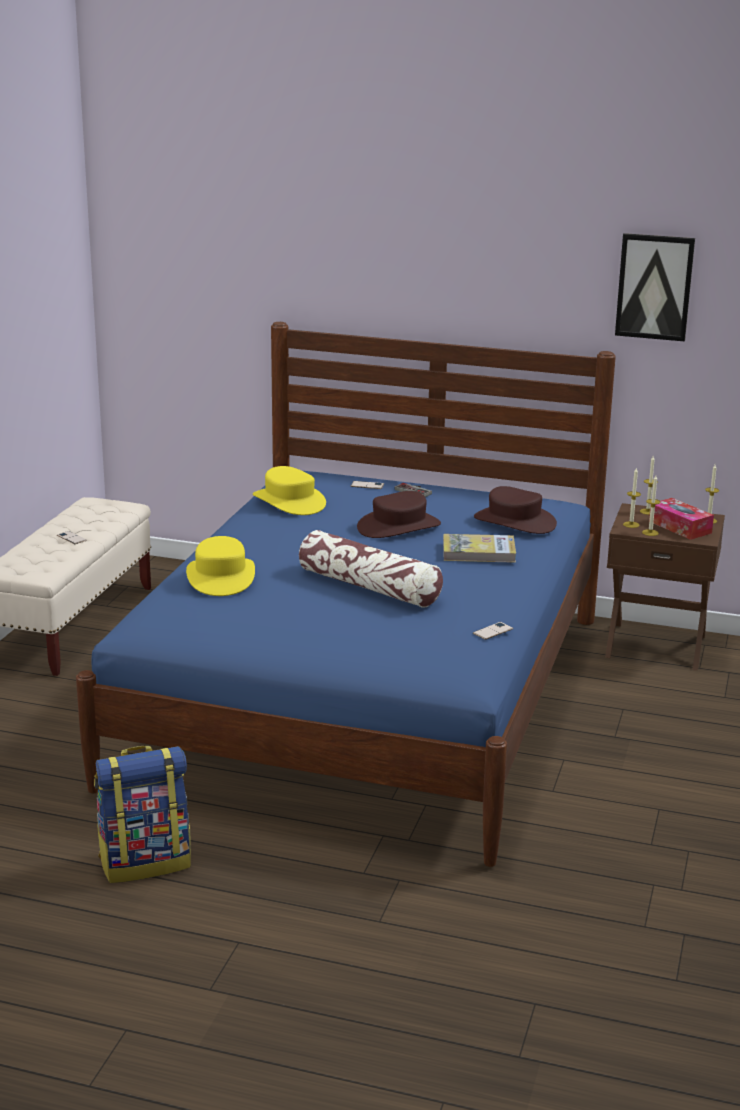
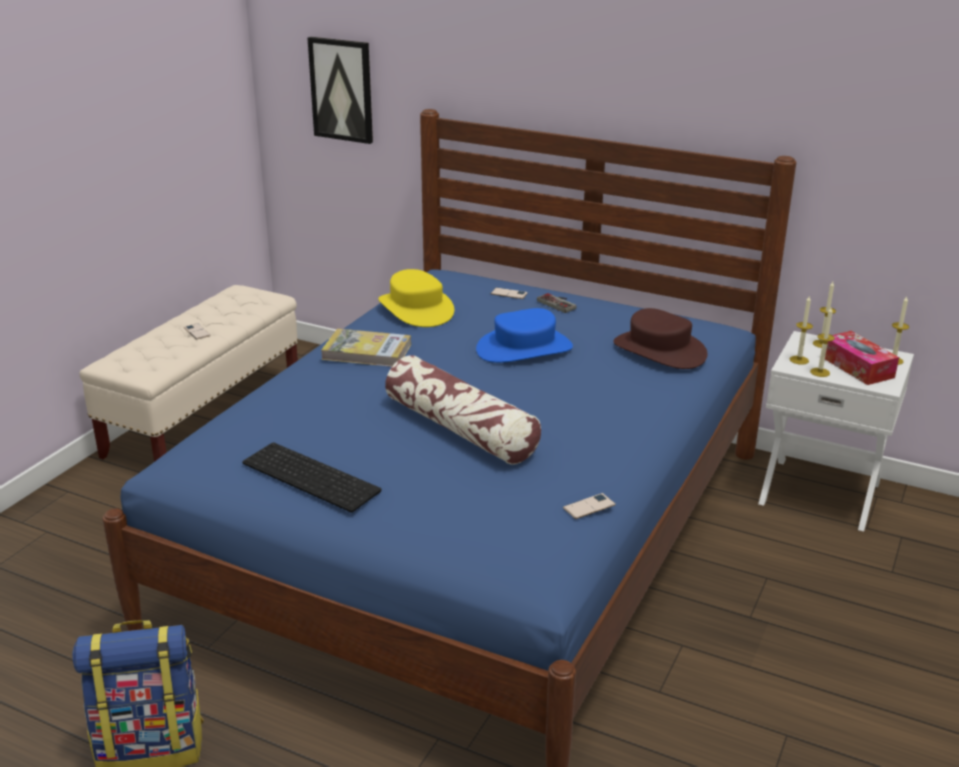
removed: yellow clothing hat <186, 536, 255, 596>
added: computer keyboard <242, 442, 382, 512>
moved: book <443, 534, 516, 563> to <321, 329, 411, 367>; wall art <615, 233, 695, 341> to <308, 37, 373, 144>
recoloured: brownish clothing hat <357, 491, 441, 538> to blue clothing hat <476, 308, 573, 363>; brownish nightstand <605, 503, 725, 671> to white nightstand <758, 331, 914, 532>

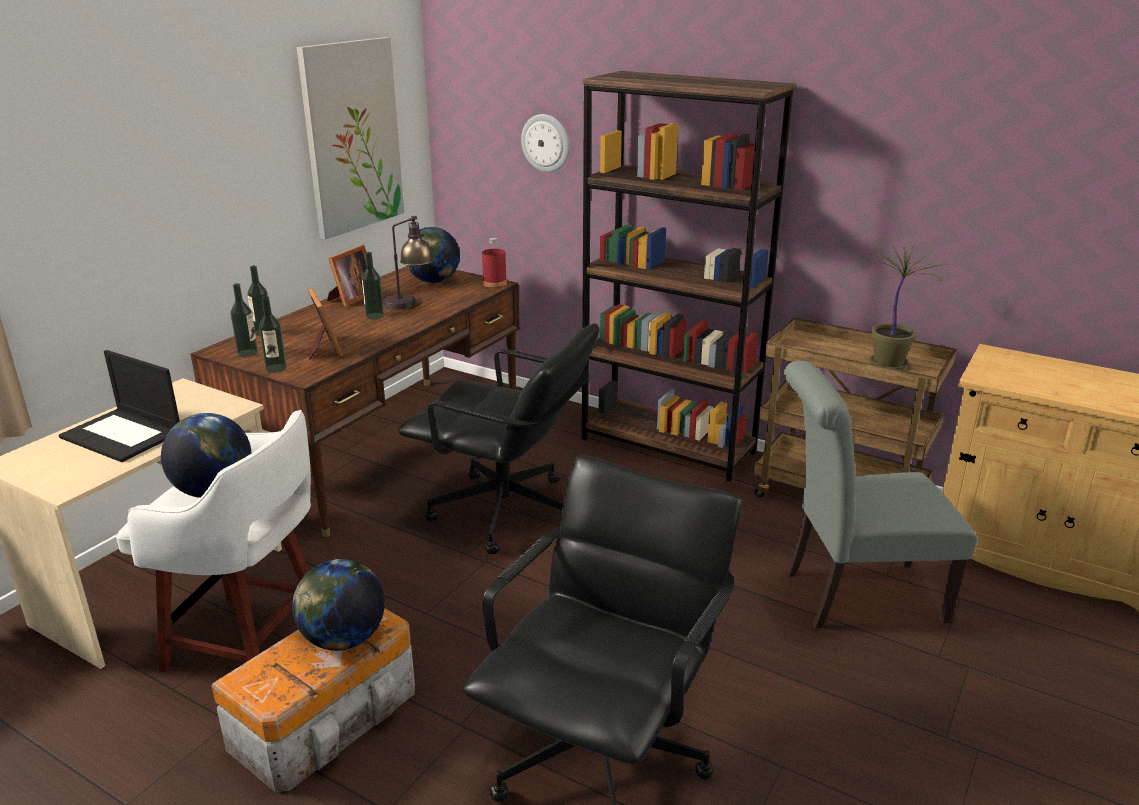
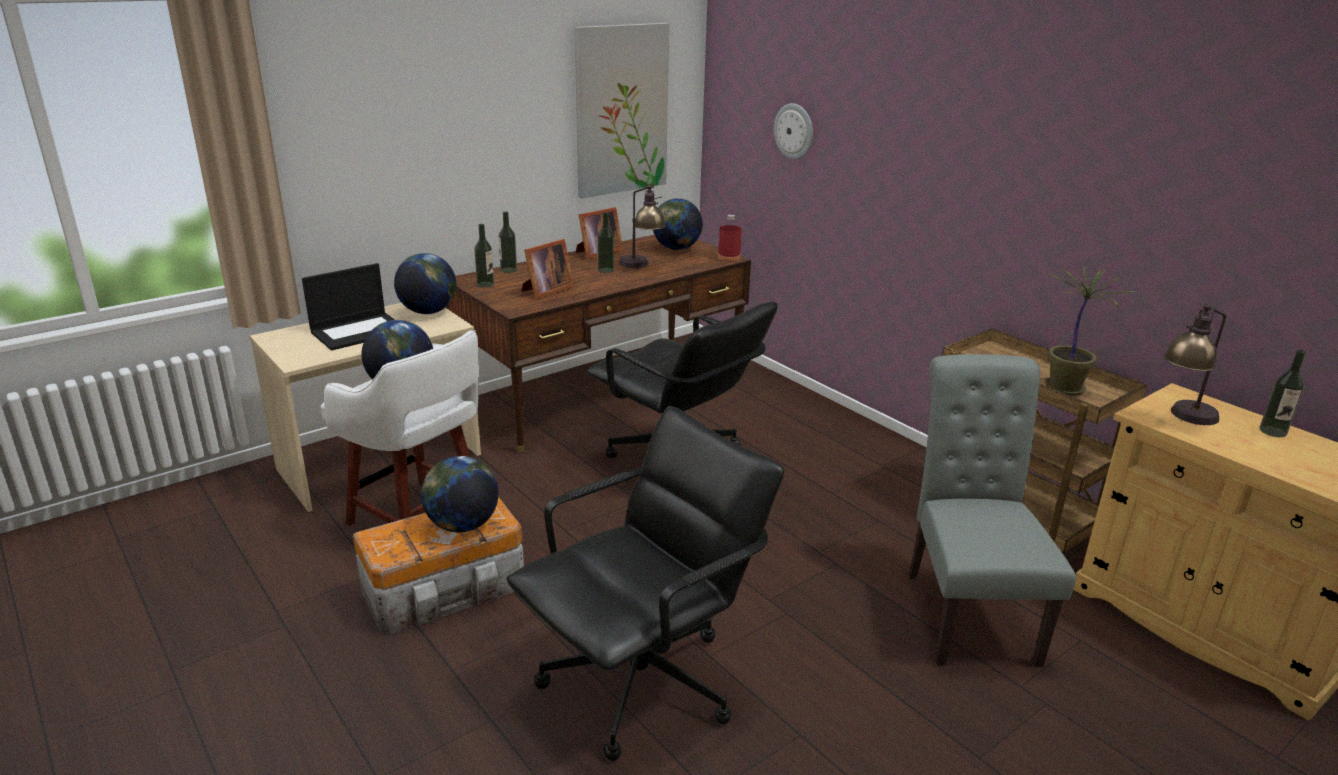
removed: brownish bookcase <582, 71, 795, 482>
added: world globe <394, 253, 457, 314>; table lamp <1164, 304, 1226, 425>
moved: drink bottle <259, 296, 287, 373> to <1260, 349, 1306, 437>
turned: portable computer <59, 350, 180, 462> = <302, 263, 395, 351> 90 degrees counterclockwise; picture frame <308, 288, 343, 360> = <522, 239, 574, 299> 45 degrees clockwise; gray upright chair <784, 361, 977, 629> = <908, 354, 1076, 667> 75 degrees clockwise

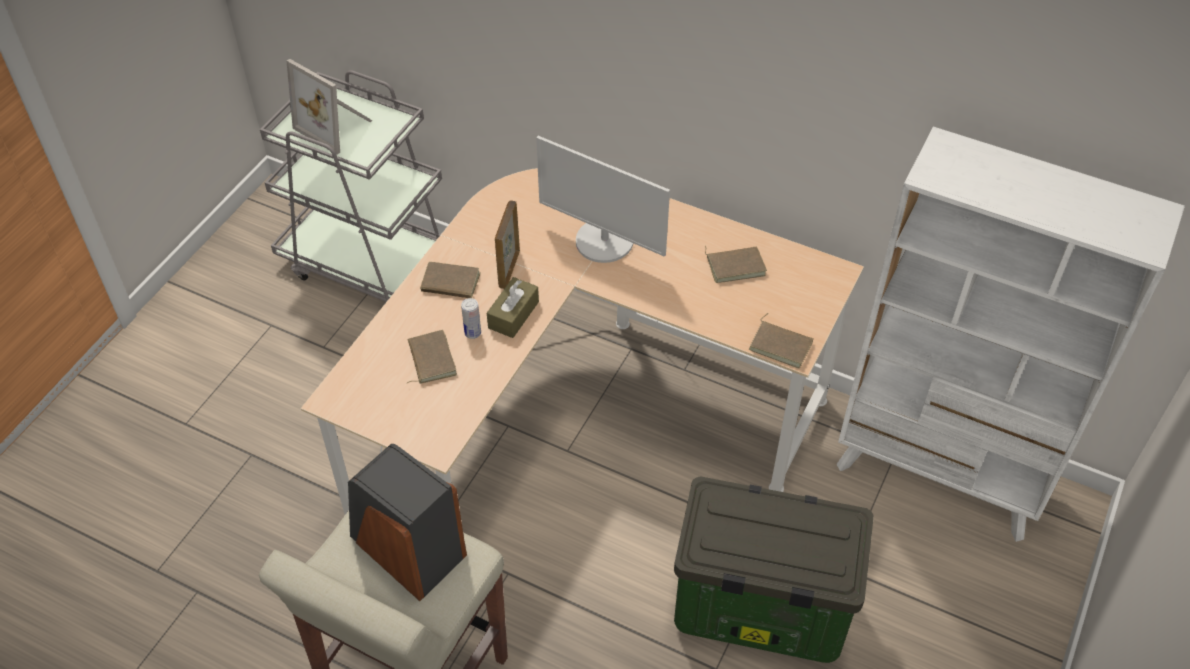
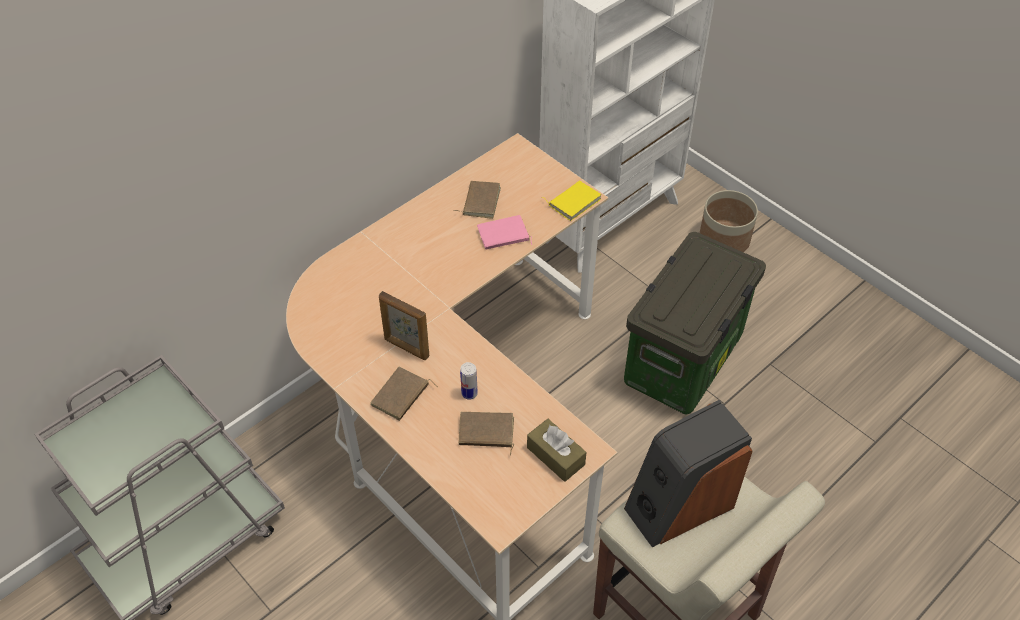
removed: picture frame <286, 59, 373, 155>; monitor <536, 136, 670, 263>
added: pink-coloured book <477, 215, 532, 250>; flower pot <700, 190, 758, 252>
moved: brownish box of tissues <487, 277, 539, 338> to <527, 419, 586, 482>
recoloured: brownish book <749, 313, 814, 368> to yellow book <542, 181, 601, 221>

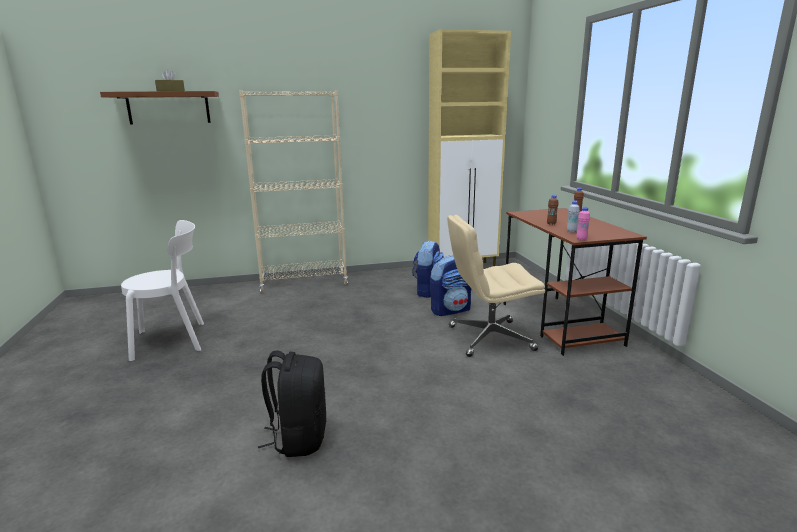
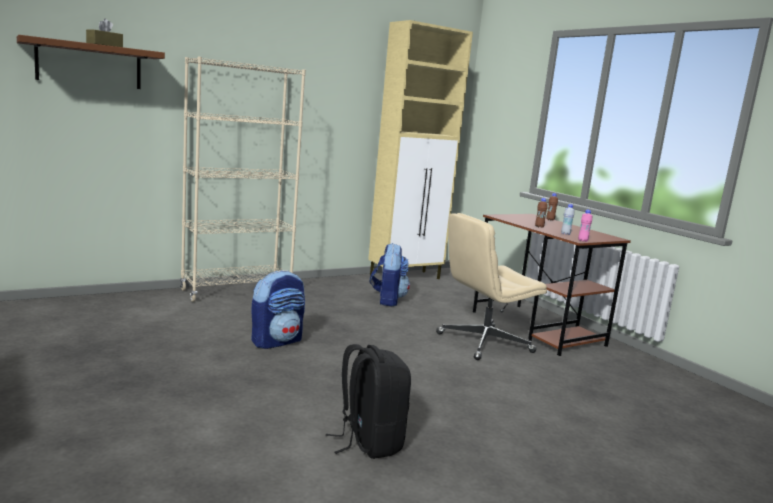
removed: white upright chair <121, 220, 204, 361>
moved: backpack <430, 255, 471, 316> to <251, 270, 305, 349>

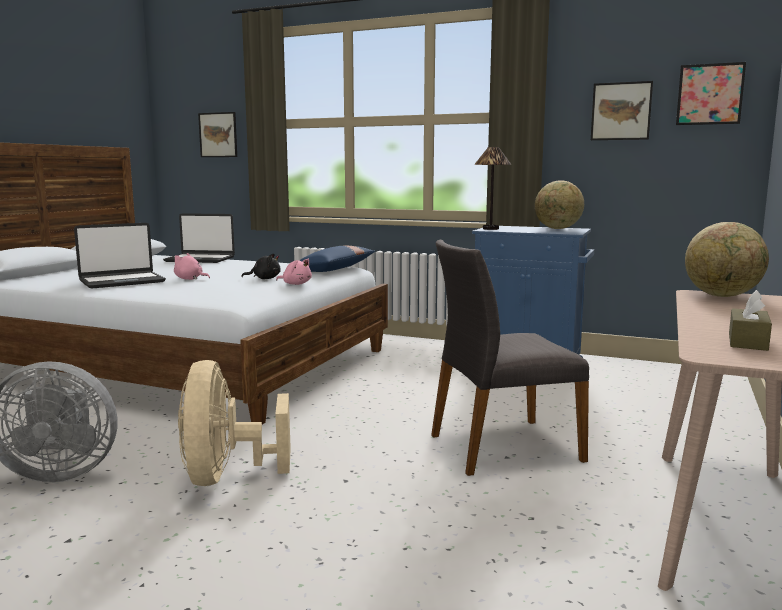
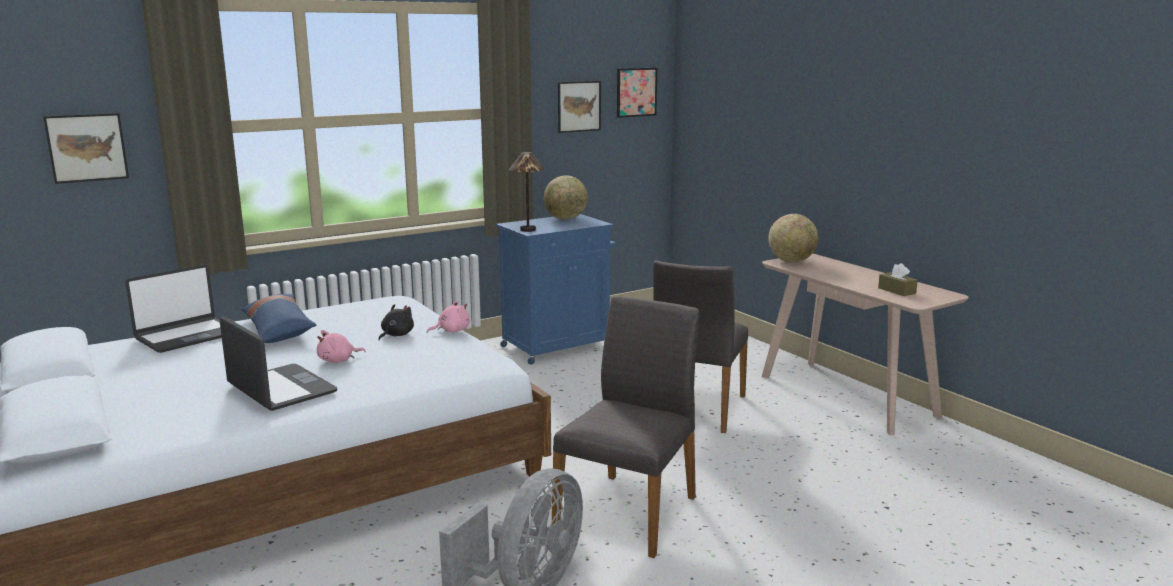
moved: blue cushion <299, 246, 375, 272> to <241, 294, 316, 343>
replaced: beige cooling fan <178, 360, 291, 486> to gray upright chair <552, 296, 699, 558>
turned: portable computer <74, 223, 166, 288> = <220, 316, 337, 411> 45 degrees counterclockwise

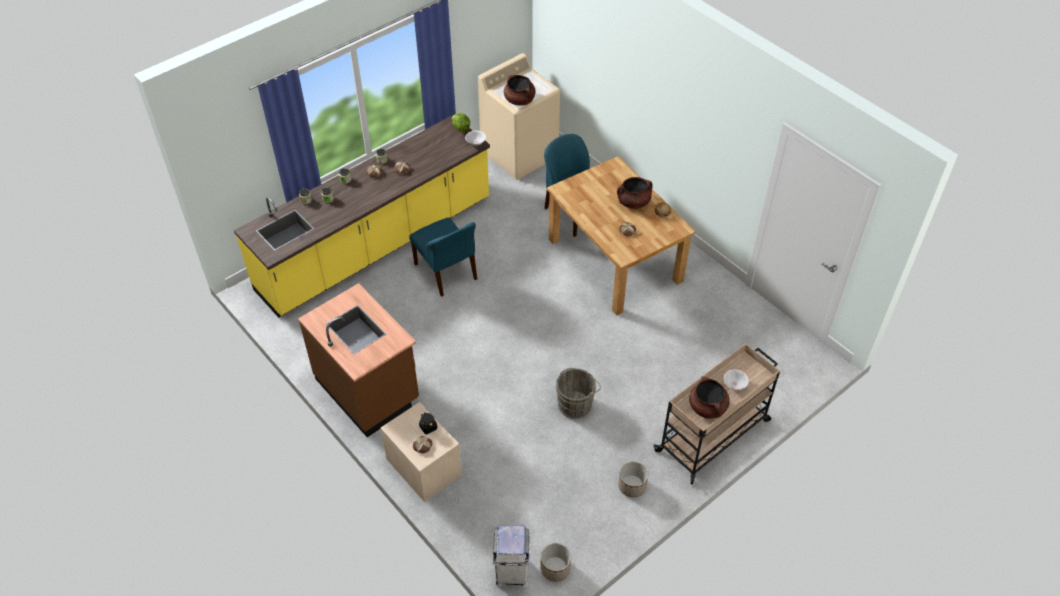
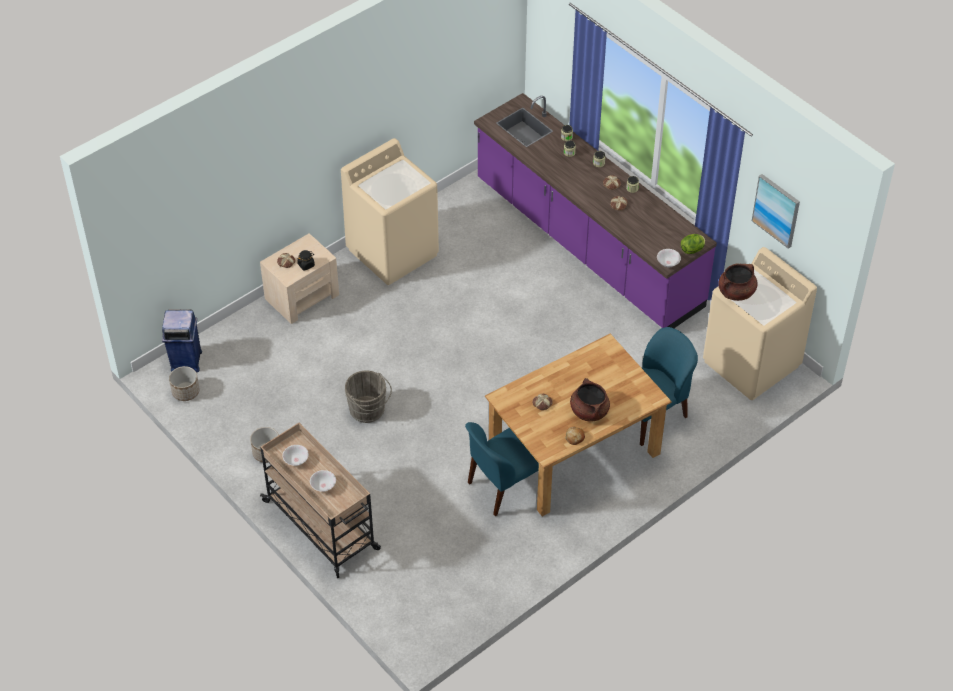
added: wall art <752, 174, 800, 249>
moved: blue upright chair <409, 218, 477, 297> to <465, 422, 539, 516>
replaced: brownish kitchen counter <298, 283, 419, 437> to beige laundry appliance <341, 138, 439, 285>; brownish saucepot <689, 376, 730, 419> to white bowl <283, 445, 309, 466>
recoloured: yellow kitchen counter <234, 115, 490, 318> to purple kitchen counter <474, 93, 717, 328>; white trash can <493, 525, 530, 587> to blue trash can <162, 309, 202, 372>

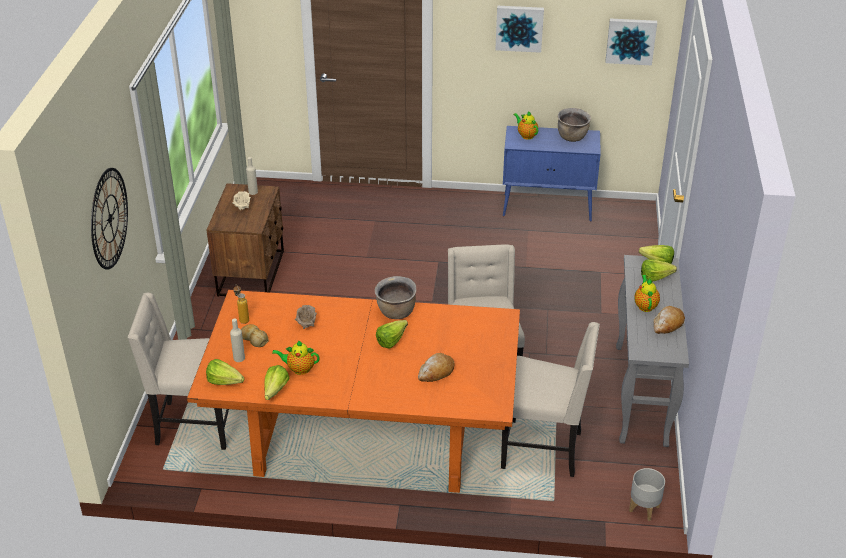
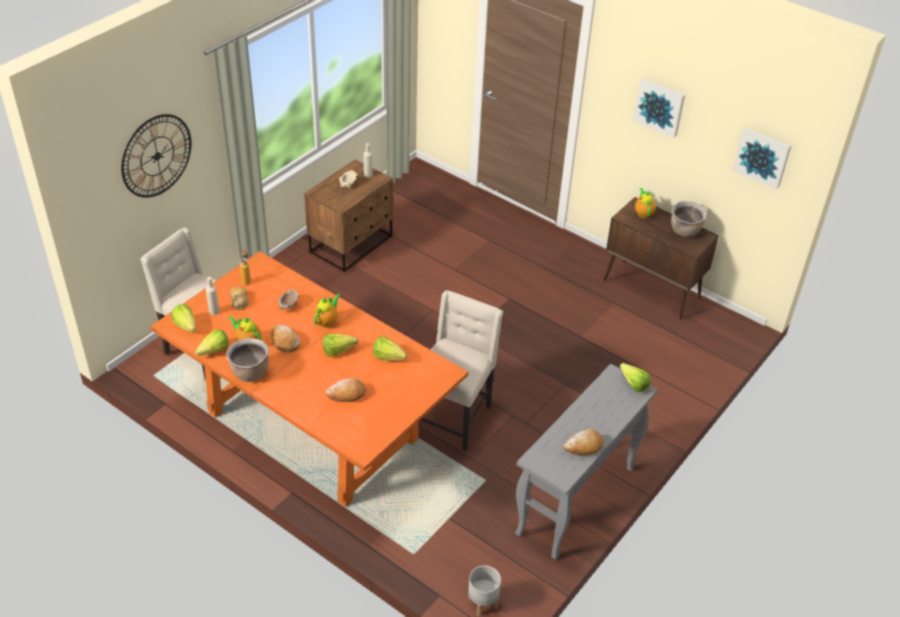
removed: beige upright chair <501, 322, 600, 477>
added: bakery bread <271, 325, 300, 353>
moved: brownish saucepot <375, 276, 417, 319> to <226, 338, 269, 382>; tea pot <634, 275, 660, 312> to <313, 294, 341, 328>; lettuce <641, 259, 677, 282> to <373, 336, 407, 360>
recoloured: blue cabinet <503, 126, 601, 222> to brownish cabinet <604, 197, 719, 319>

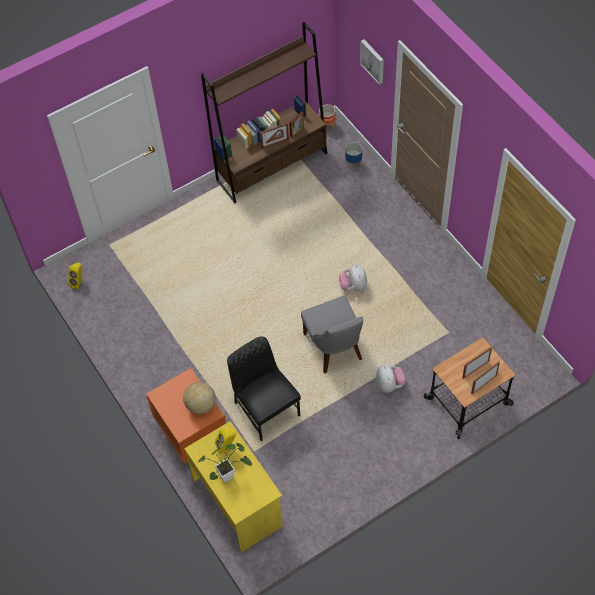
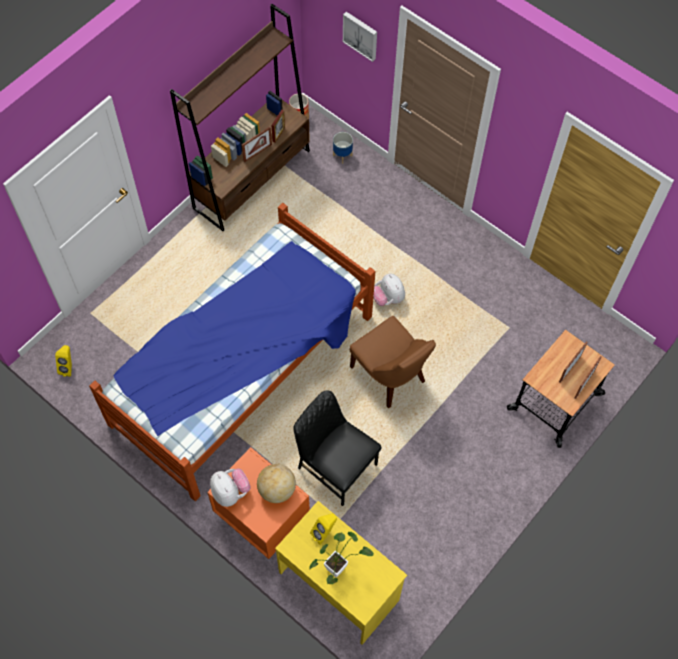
added: sleeping bed <89, 203, 375, 501>
moved: plush toy <376, 365, 406, 393> to <210, 468, 251, 507>
recoloured: gray upright chair <301, 296, 363, 374> to brownish upright chair <350, 316, 436, 408>

